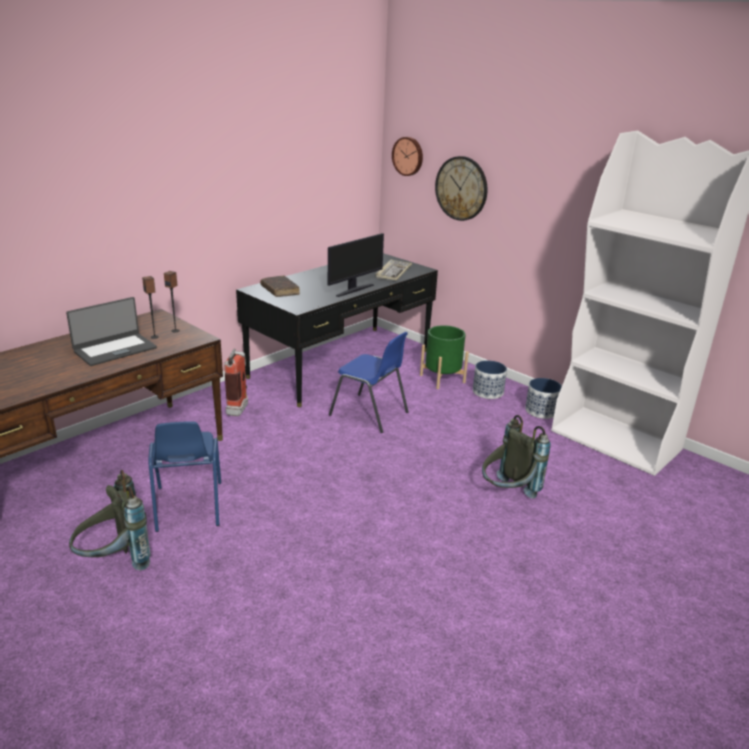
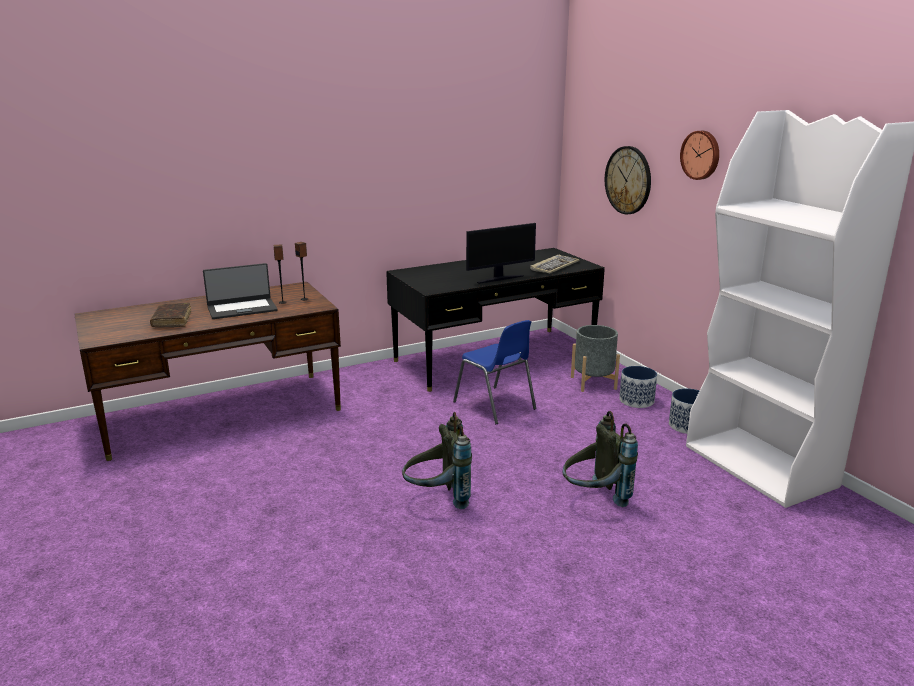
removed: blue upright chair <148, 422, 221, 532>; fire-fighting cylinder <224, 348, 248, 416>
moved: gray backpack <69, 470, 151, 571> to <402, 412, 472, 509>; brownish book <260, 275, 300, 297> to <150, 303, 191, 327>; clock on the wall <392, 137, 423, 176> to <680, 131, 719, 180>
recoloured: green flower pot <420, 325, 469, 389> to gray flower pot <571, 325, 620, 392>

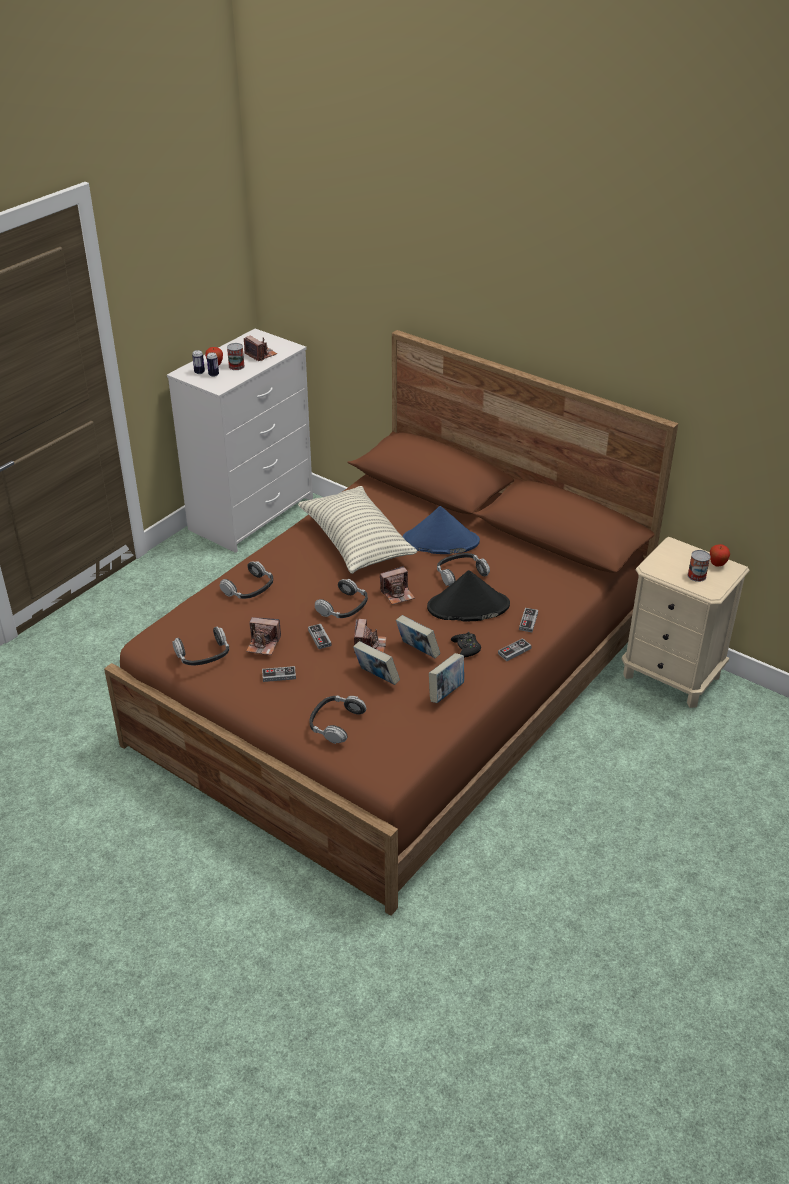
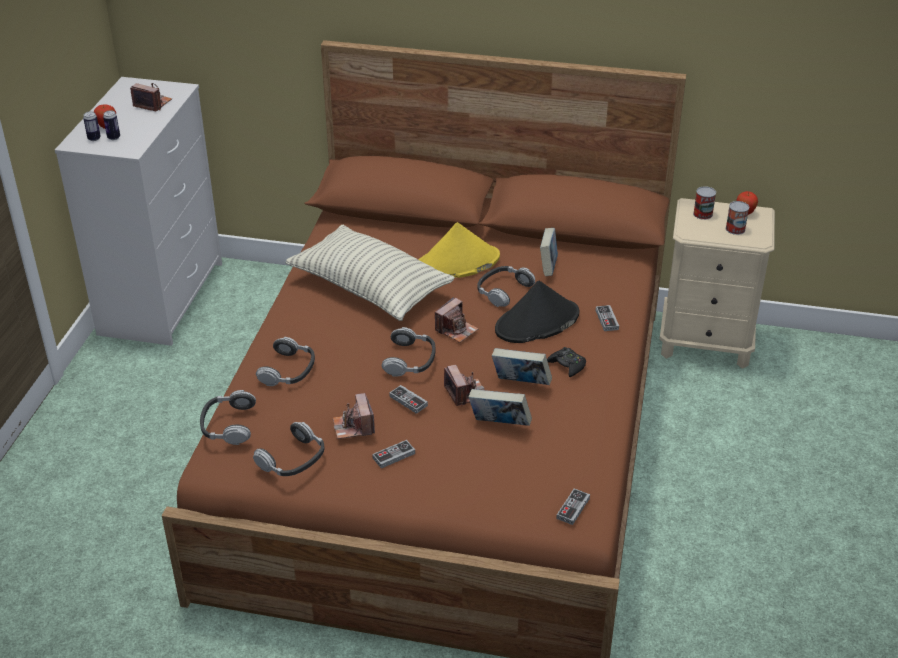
moved: can <227, 343, 245, 370> to <693, 186, 716, 220>; headset <309, 695, 367, 744> to <200, 390, 256, 445>; book <429, 653, 464, 703> to <540, 228, 558, 276>; gamepad <498, 638, 532, 661> to <556, 488, 590, 525>
recoloured: blue clothing hat <403, 506, 480, 554> to yellow clothing hat <419, 222, 500, 278>
turned: still camera <246, 617, 281, 655> = <333, 393, 375, 439> 90 degrees clockwise

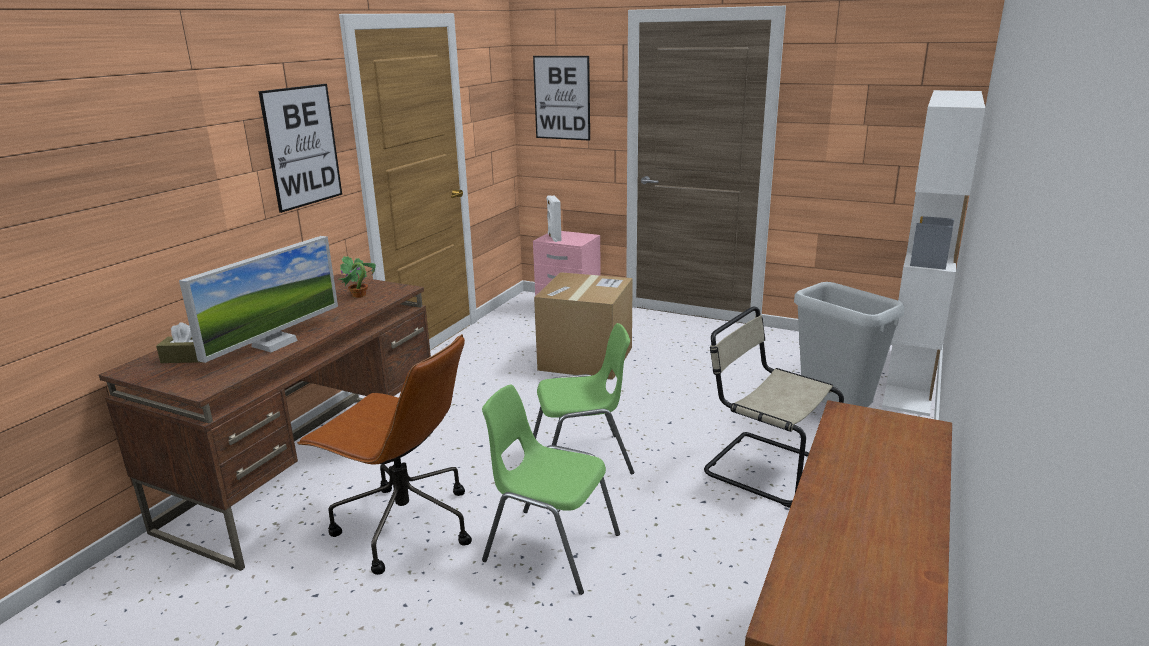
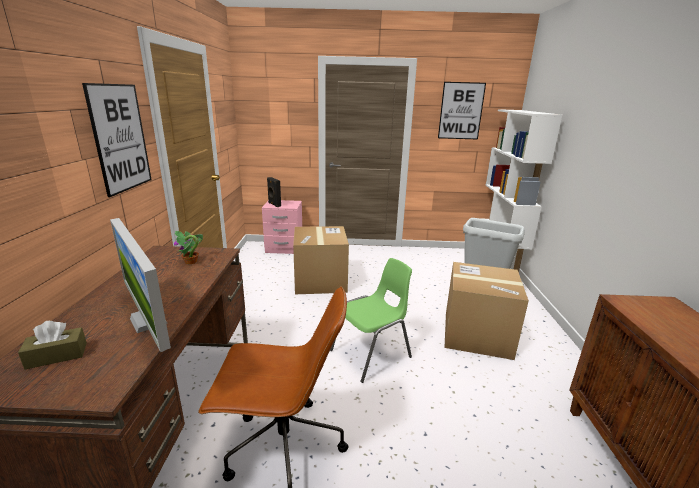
removed: green upright chair <482, 385, 620, 595>
moved: wall art <533, 56, 590, 141> to <438, 82, 486, 139>
replaced: beige upright chair <704, 307, 844, 508> to packing box <444, 262, 529, 360>
recoloured: white audio speaker <547, 195, 561, 242> to black audio speaker <267, 177, 281, 207>
turned: monitor <179, 236, 338, 363> = <110, 218, 171, 352> 135 degrees clockwise

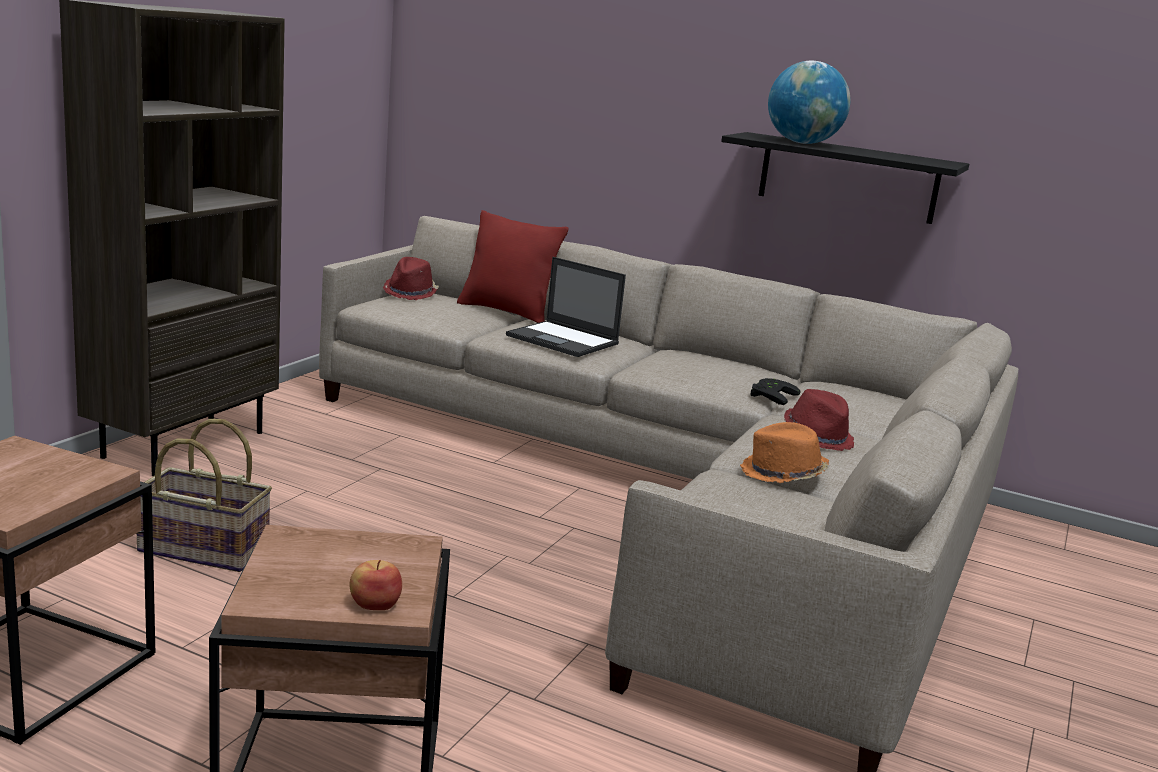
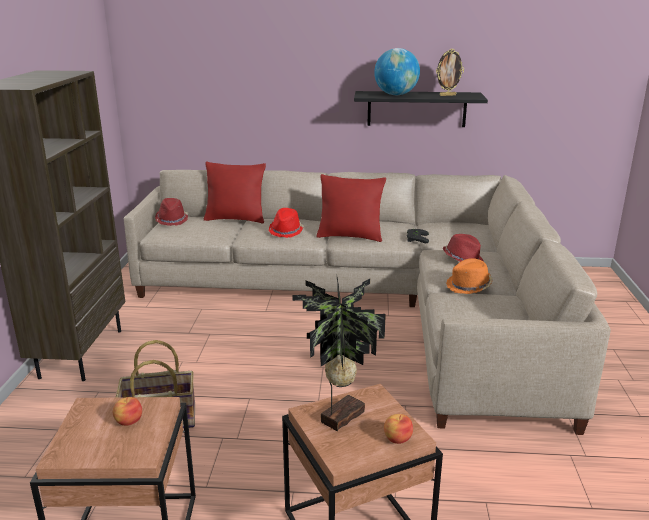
added: apple <113, 397, 142, 426>; houseplant <292, 277, 386, 431>; red cushion <316, 174, 386, 242>; picture frame <436, 49, 464, 96>
replaced: portable computer <506, 257, 626, 357> to red clothing hat <268, 208, 304, 238>

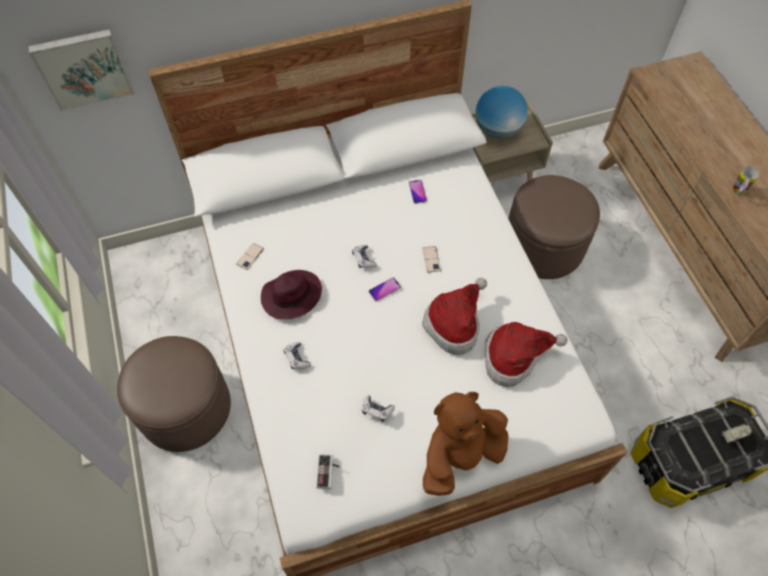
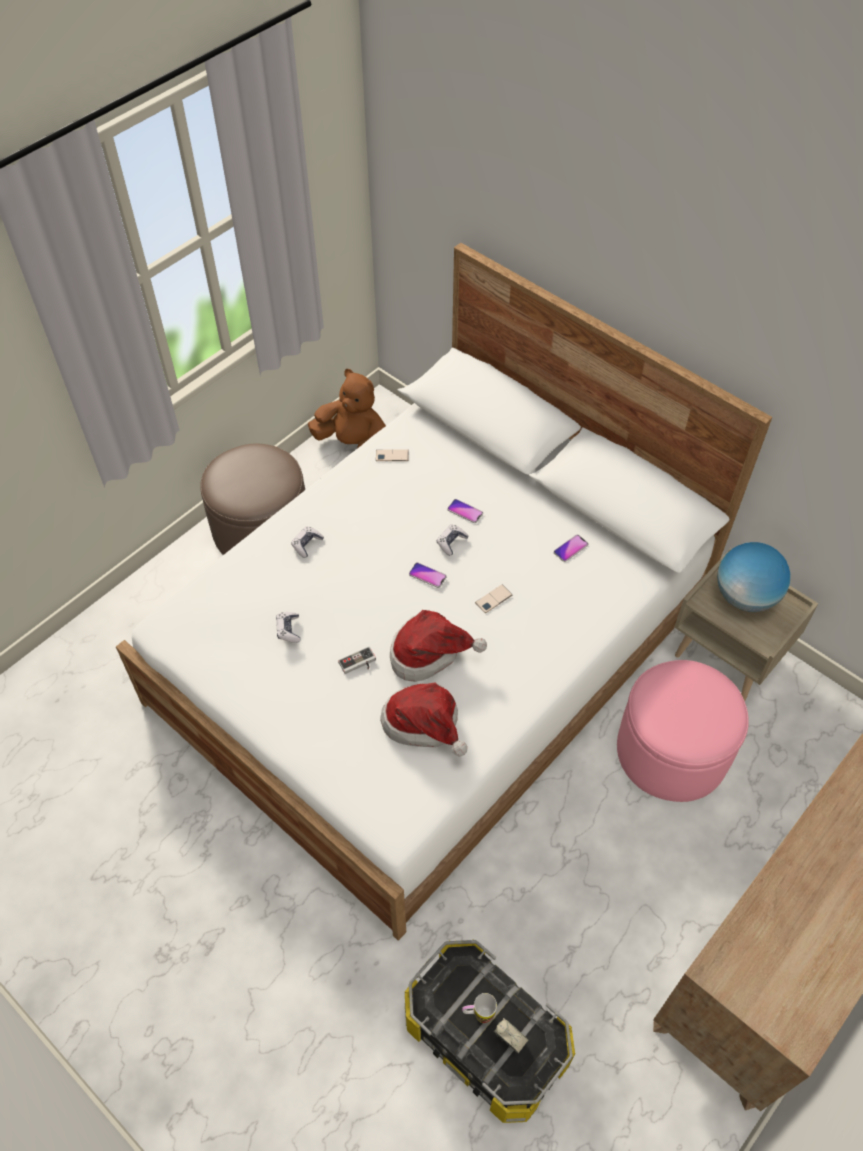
removed: wall art <28, 29, 135, 111>; purple clothing hat <261, 270, 322, 319>
added: phone <447, 499, 483, 523>
moved: gamepad <316, 455, 339, 489> to <338, 647, 376, 674>; brownish plush toy <423, 392, 508, 496> to <308, 369, 386, 448>; tea mug <733, 166, 759, 195> to <462, 993, 497, 1023>
recoloured: brownish pouffe <508, 175, 600, 279> to pink-coloured pouffe <617, 660, 749, 802>

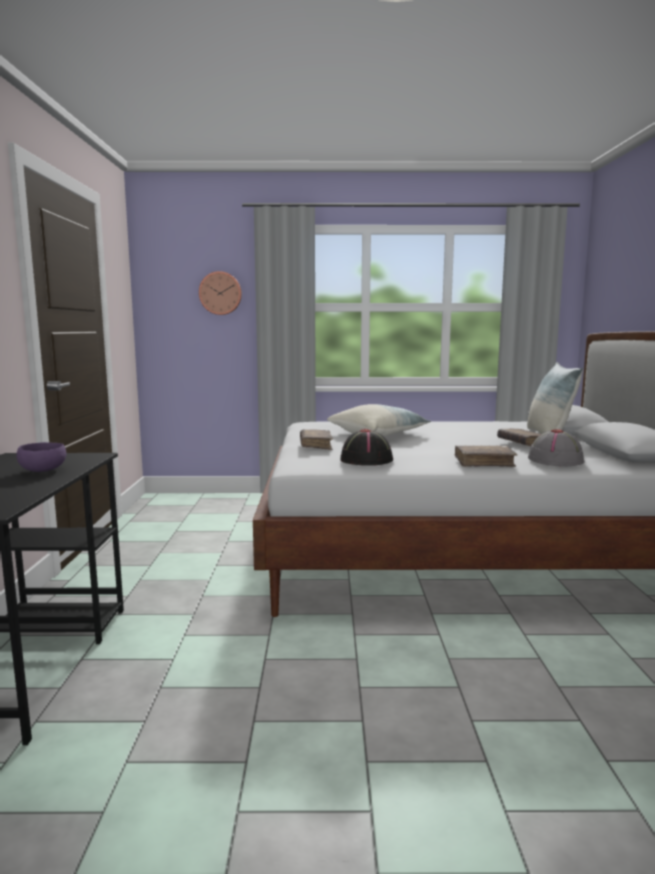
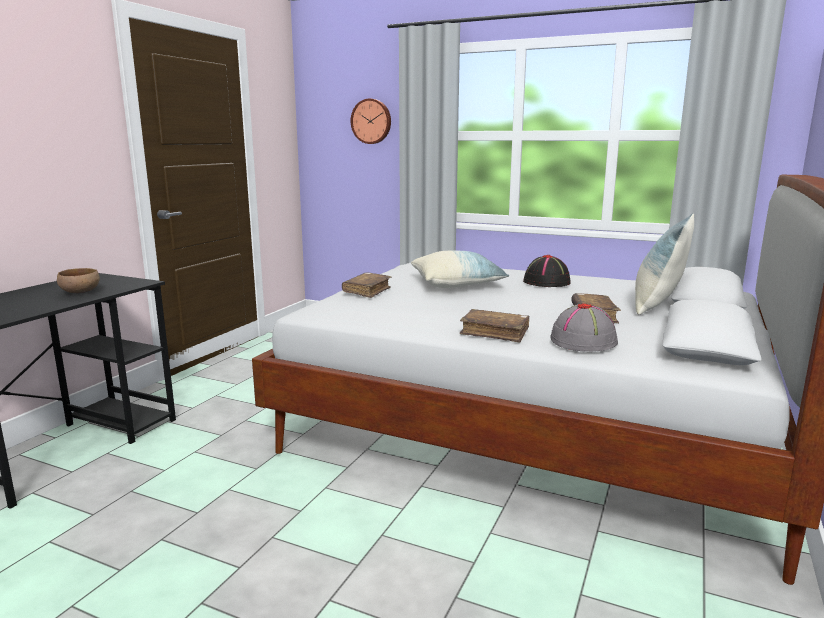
moved: black clothing hat <340, 429, 393, 466> to <523, 255, 571, 287>
recoloured: purple bowl <16, 442, 66, 472> to brownish bowl <57, 268, 100, 293>

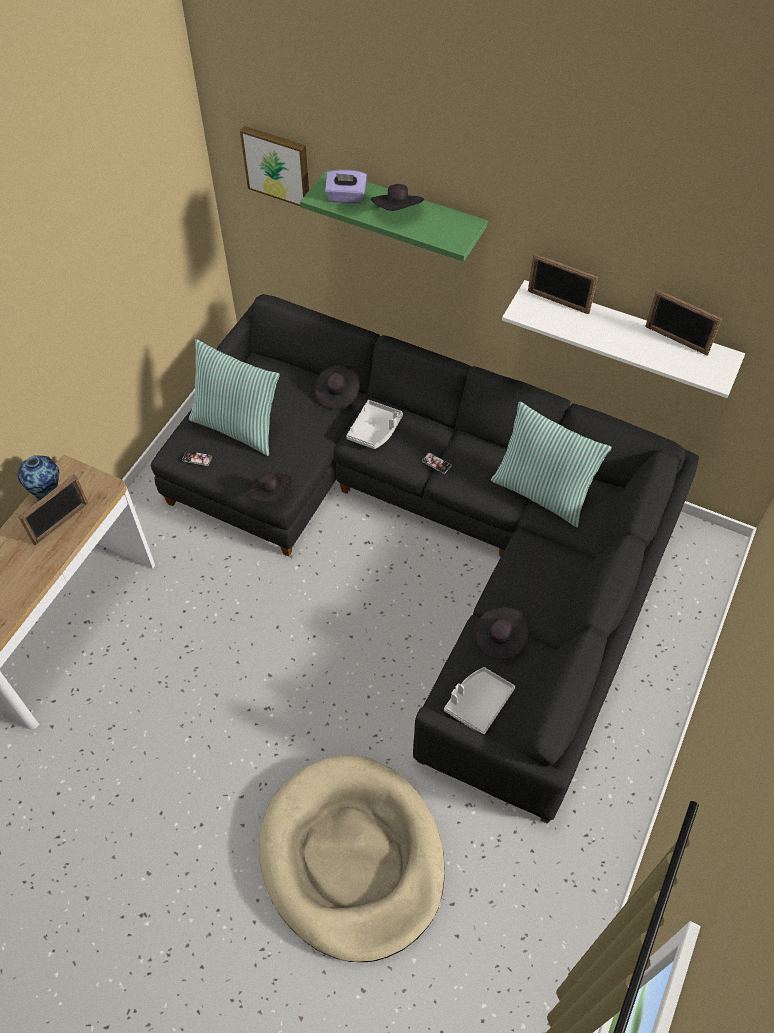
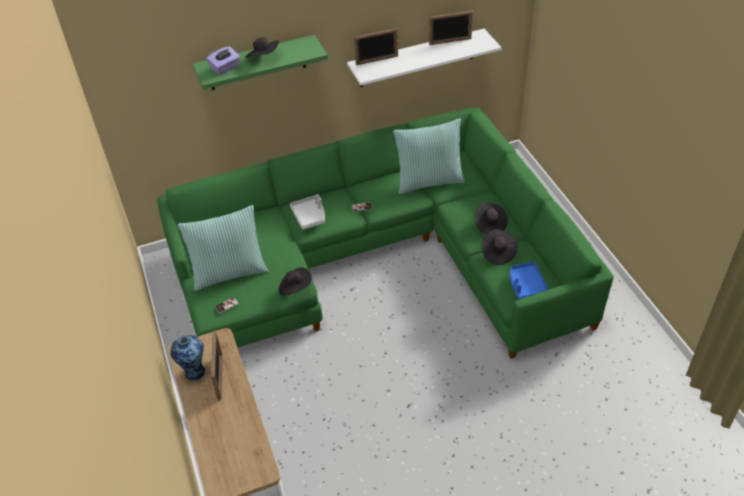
removed: wall art <240, 126, 309, 206>; beige dog bed <259, 755, 445, 962>
moved: black clothing hat <315, 365, 360, 410> to <474, 203, 508, 235>
recoloured: black couch <151, 294, 699, 823> to green couch <157, 108, 614, 359>; gray carrying tray <444, 667, 515, 734> to blue carrying tray <510, 262, 549, 300>

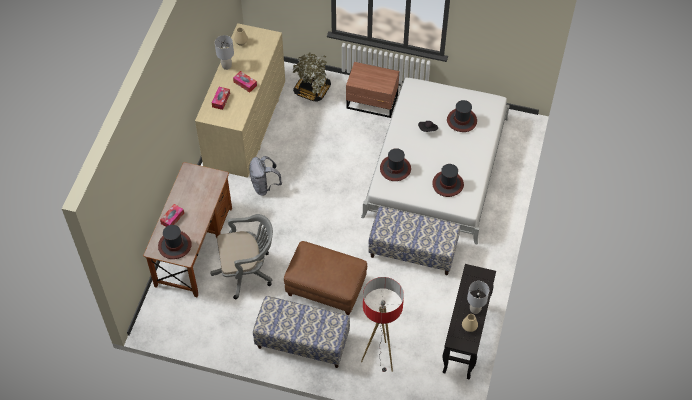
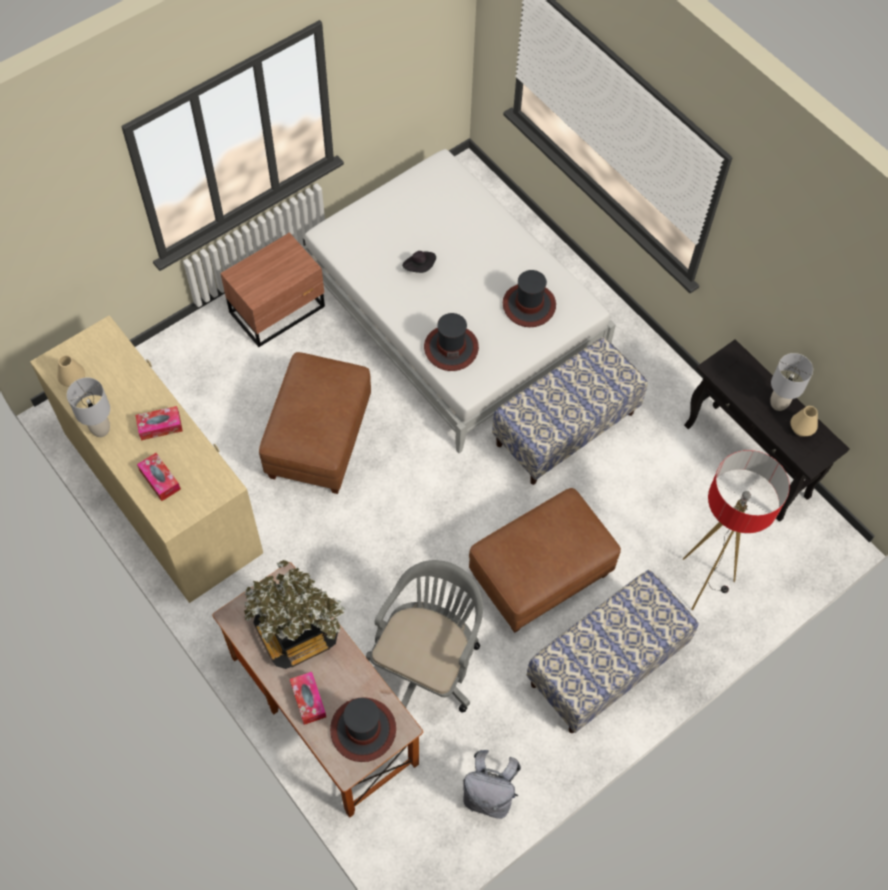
removed: clothing hat <447, 100, 477, 132>
added: brownish pouffe <259, 352, 371, 494>
moved: gray backpack <249, 156, 282, 195> to <463, 750, 521, 819>; houseplant <293, 52, 331, 102> to <244, 560, 345, 669>

